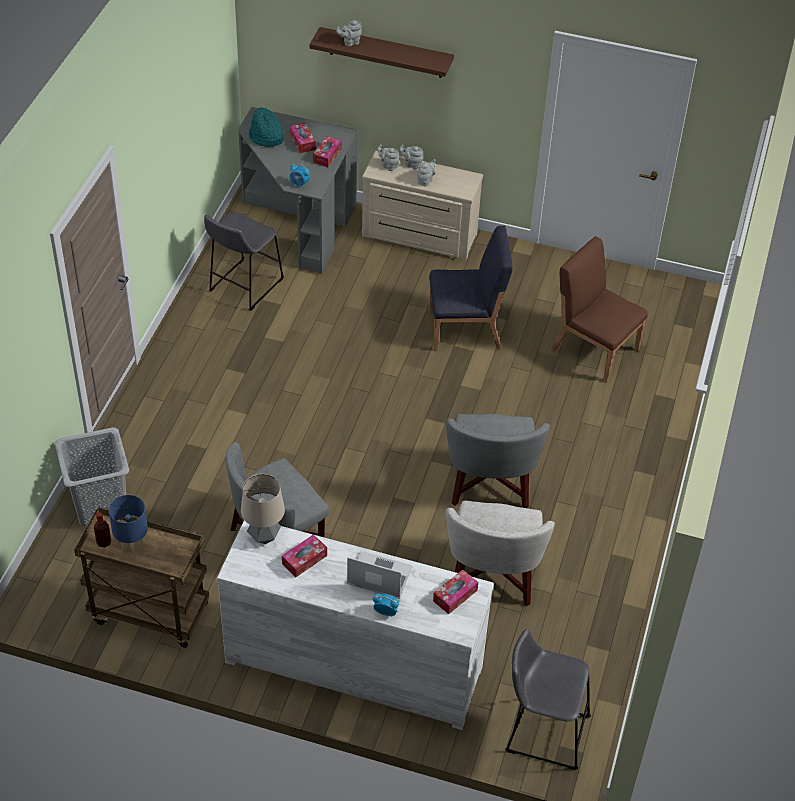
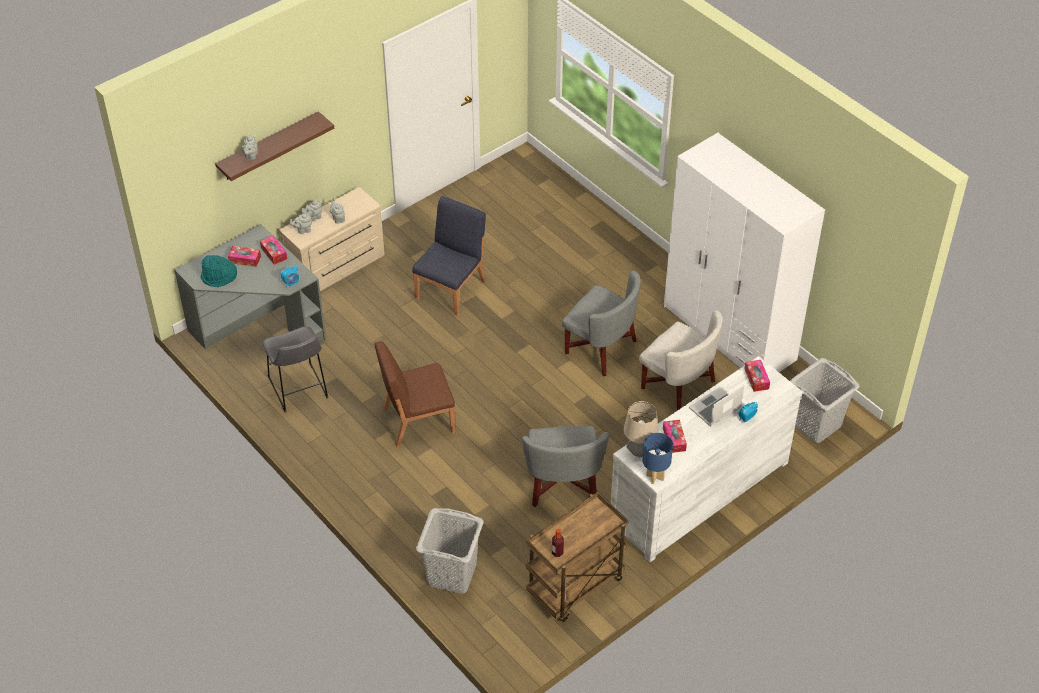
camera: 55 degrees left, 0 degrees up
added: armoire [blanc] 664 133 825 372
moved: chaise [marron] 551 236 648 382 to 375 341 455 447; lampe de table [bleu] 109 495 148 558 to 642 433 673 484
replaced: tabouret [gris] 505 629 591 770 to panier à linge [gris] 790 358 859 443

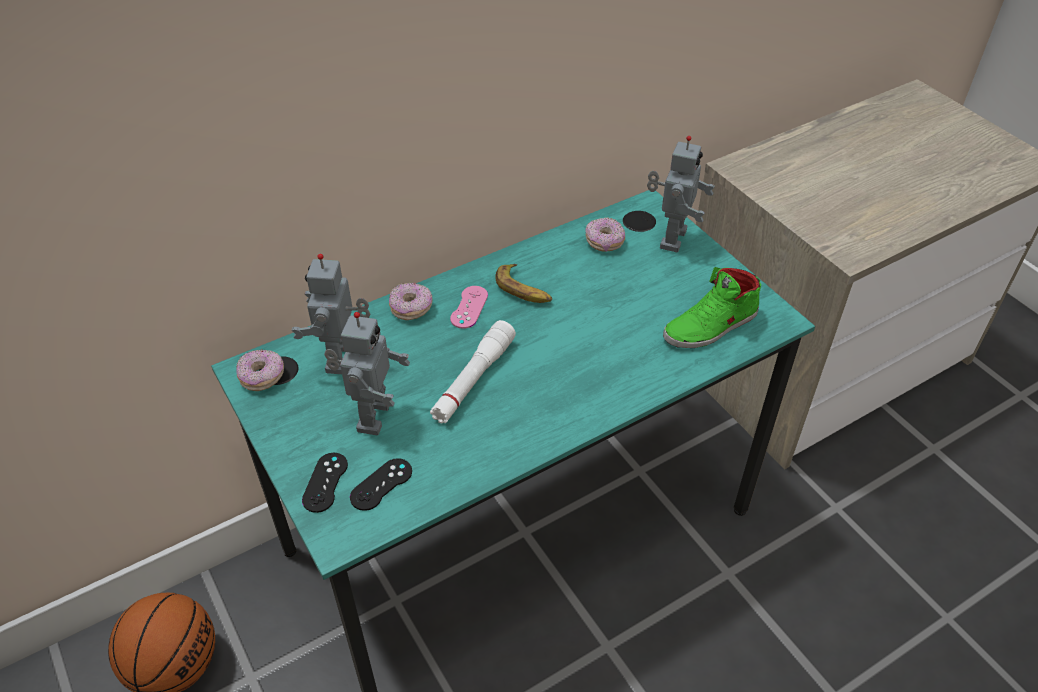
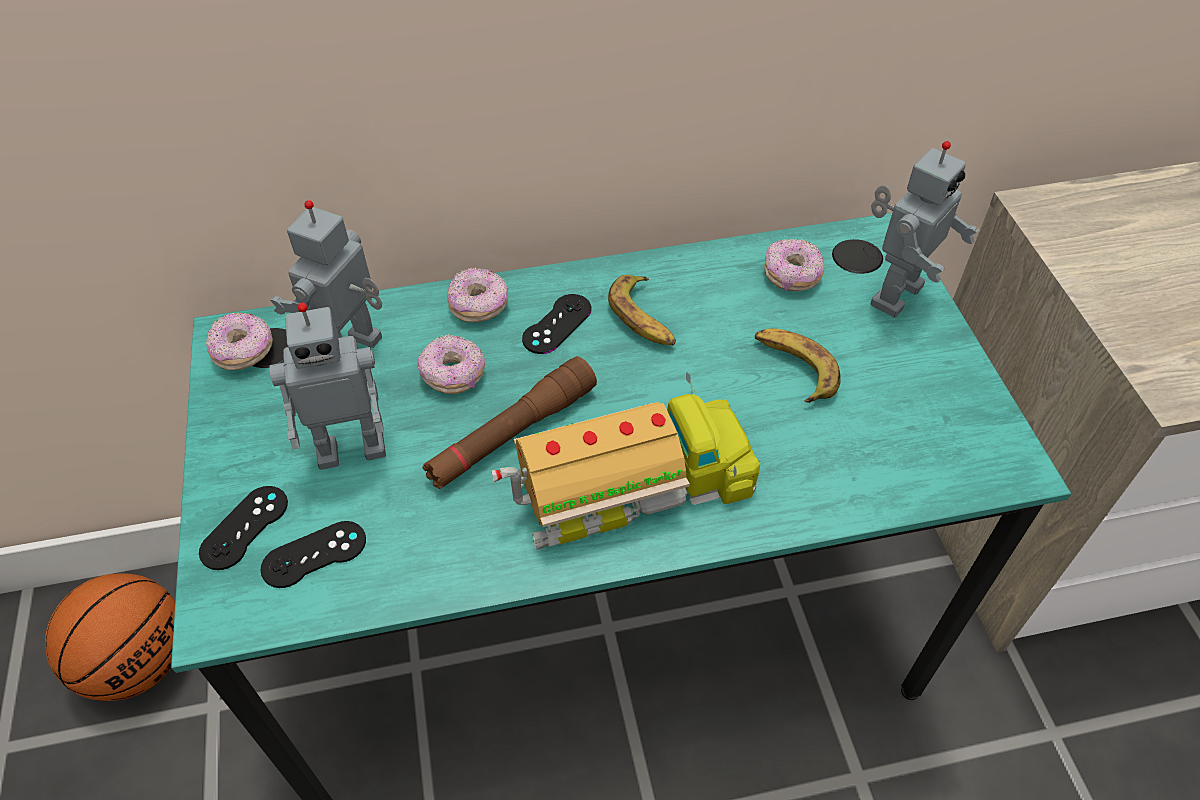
camera: 20 degrees right, 5 degrees up
removed: chaussure [vert] 663 267 761 348
added: beignet 417 334 485 394; camion jouet 491 372 760 550; banane 755 328 841 403
recoloured: lampe de poche [blanc] 430 320 516 423 to lampe de poche [marron] 422 356 597 489; manette [rose] 450 286 488 329 to manette [noir] 522 294 592 354
turned: robot jouet 324 312 410 435 = 270 303 386 470 45 degrees clockwise

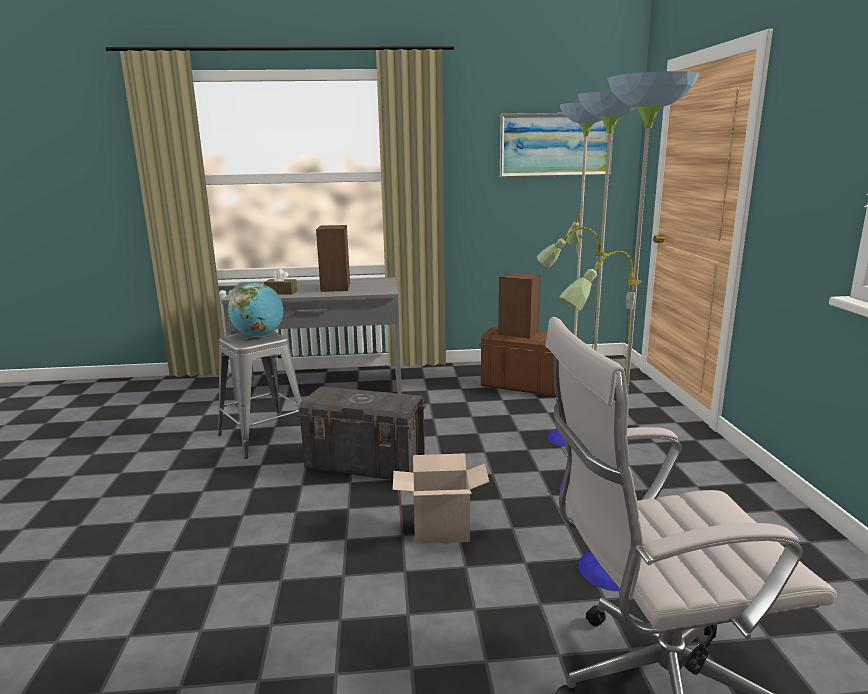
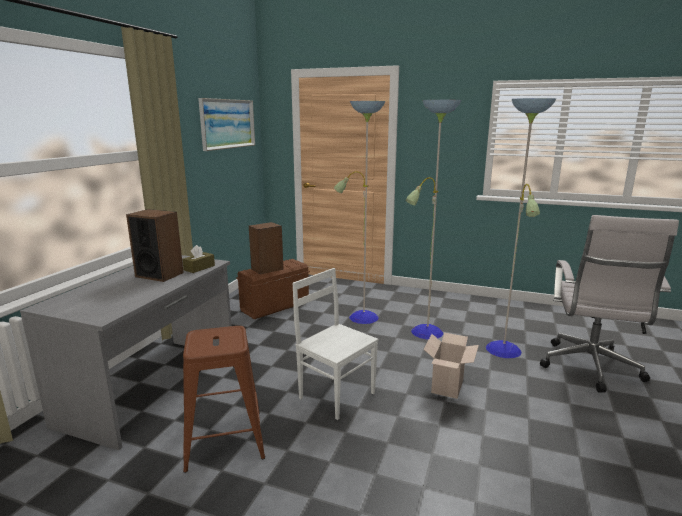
camera: 65 degrees left, 0 degrees up
removed: globe 228 283 283 337
moved: boîte à mouchoirs [marron] 264 268 297 295 to 182 245 215 273
replaced: boîte de rangement [gris] 297 386 426 480 to chaise [blanc] 292 268 379 420
recoloured: tabouret [gris] 218 331 302 459 to tabouret [marron] 183 326 265 473

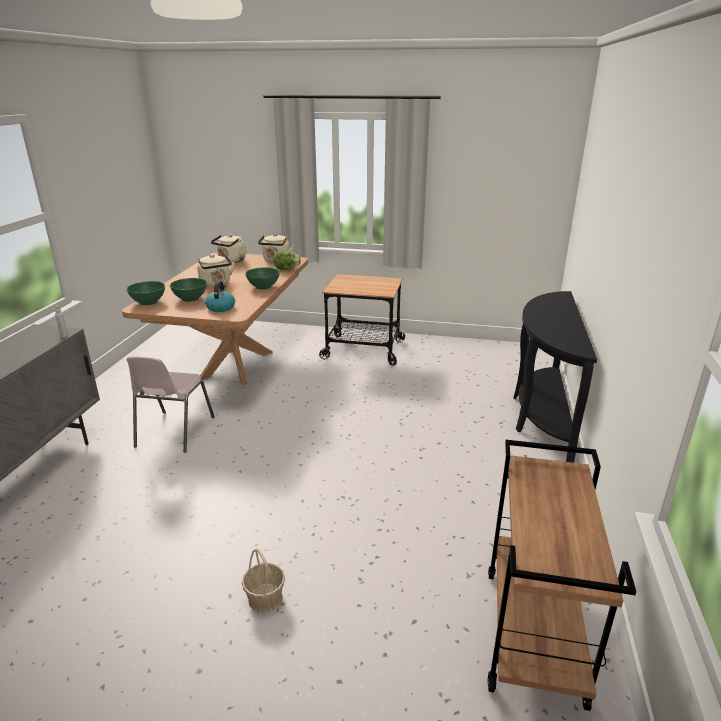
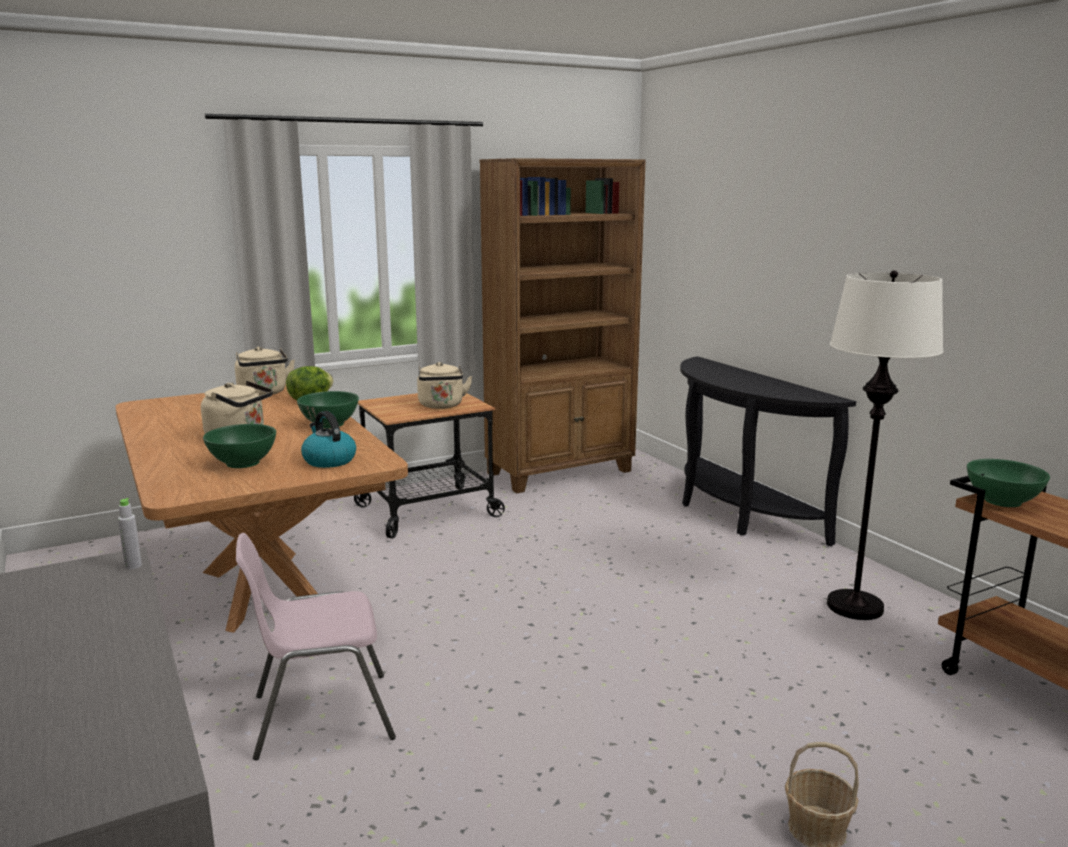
camera: 40 degrees left, 10 degrees down
added: bibliothèque [marron] 479 158 646 493; lampadaire [blanc] 827 270 944 620
moved: bouilloire [beige] 211 235 246 263 to 417 362 473 409; bol [vert] 126 281 165 305 to 967 459 1050 507
turned: chaise [rose] 127 356 215 453 = 236 533 396 760 105 degrees clockwise

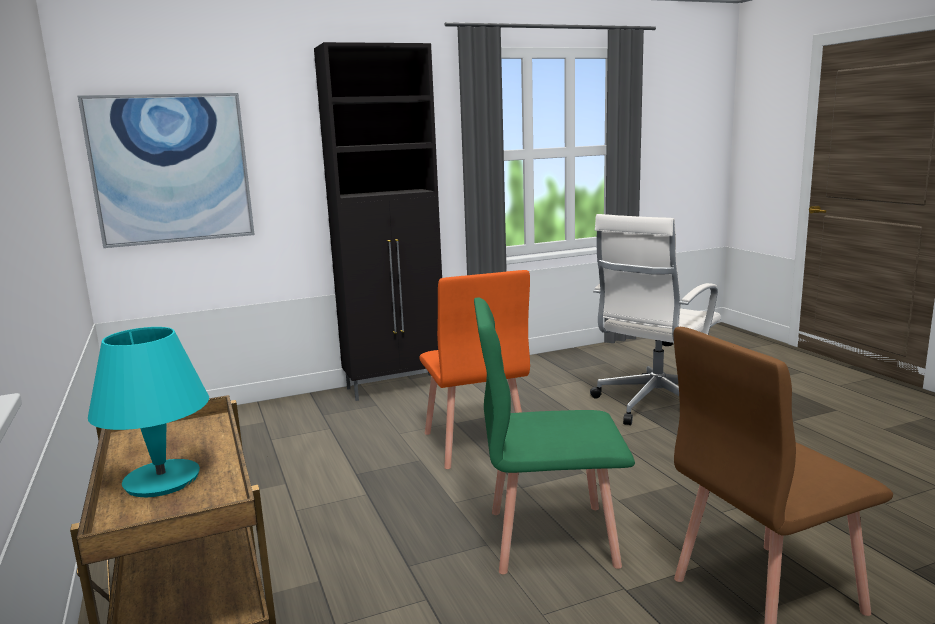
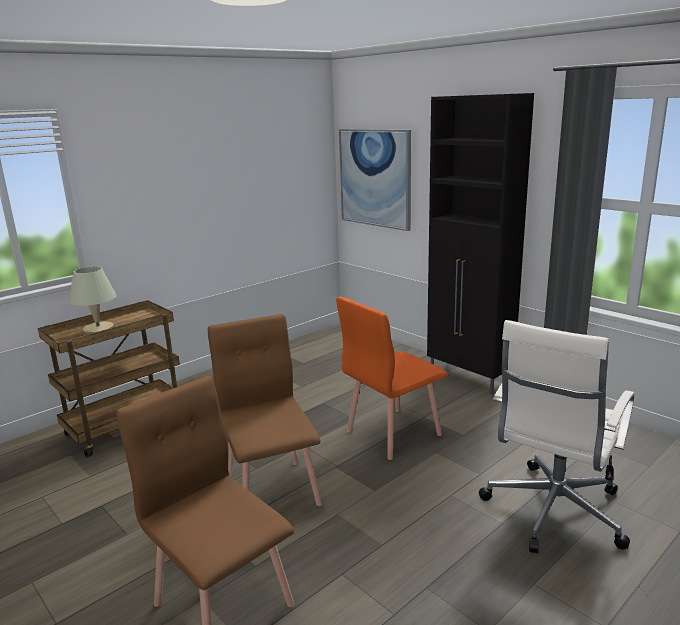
camera: 70 degrees right, 5 degrees up
recoloured: lampe de table [turquoise] 88 327 209 497 to lampe de table [beige] 69 266 117 334; chaise [vert] 474 298 635 574 to chaise [marron] 208 314 322 506
turned: chaise de bureau [blanc] 590 214 721 425 = 479 320 635 553 75 degrees counterclockwise

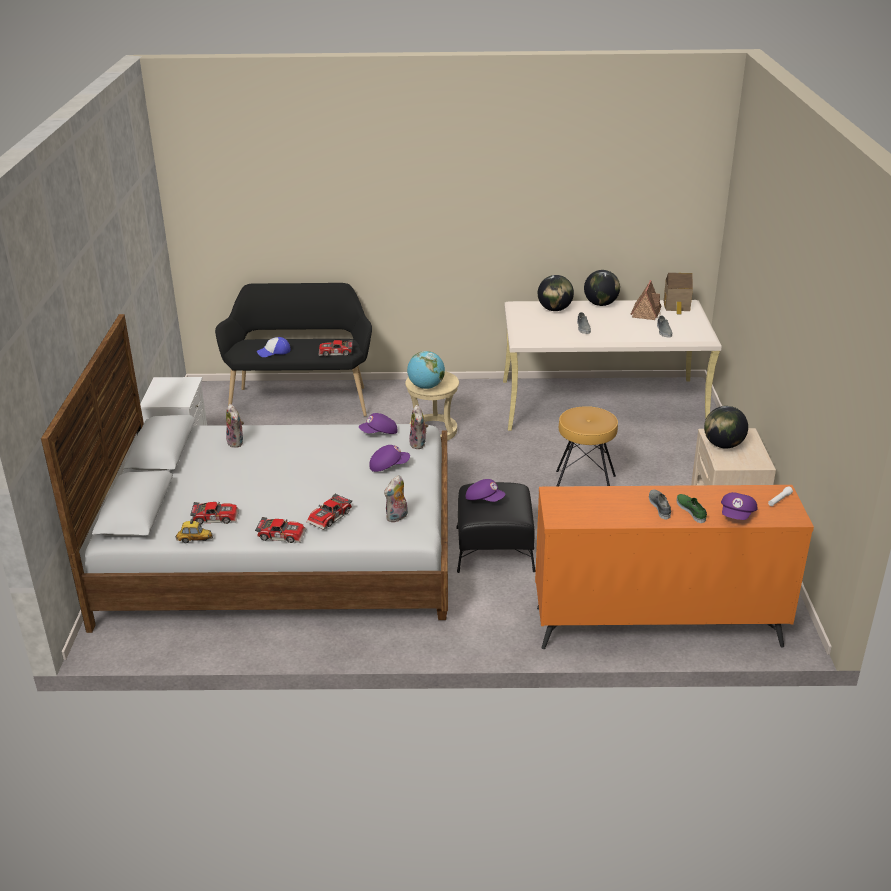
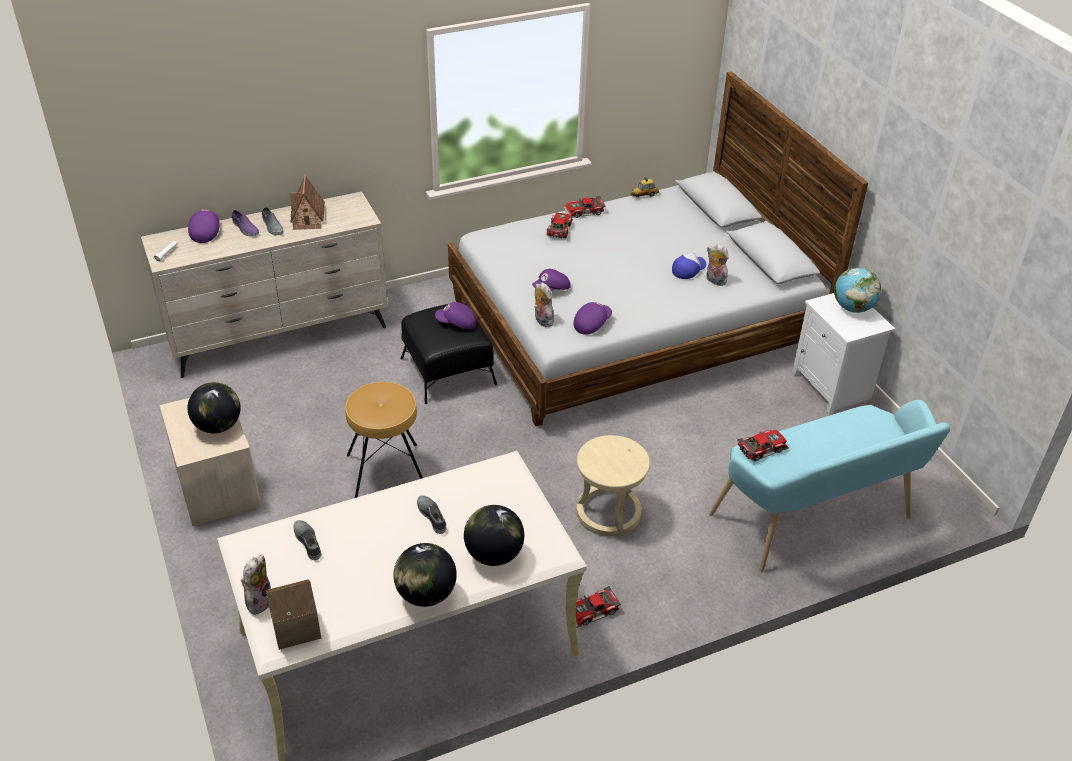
camera: 155 degrees right, 10 degrees up
moved: peluche 384 475 408 522 to 241 554 271 615; maison miniature 630 280 661 320 to 290 174 325 230; petite voiture 190 502 239 524 to 565 586 621 628; casquette 256 337 290 357 to 672 254 706 279; globe 407 351 445 389 to 834 267 881 313
recoloured: commode [orange] 535 485 814 649 to commode [beige] 141 191 388 378; chaussure [vert] 676 494 707 523 to chaussure [violet] 232 210 259 237; banc [noir] 215 283 372 417 to banc [turquoise] 709 400 950 571

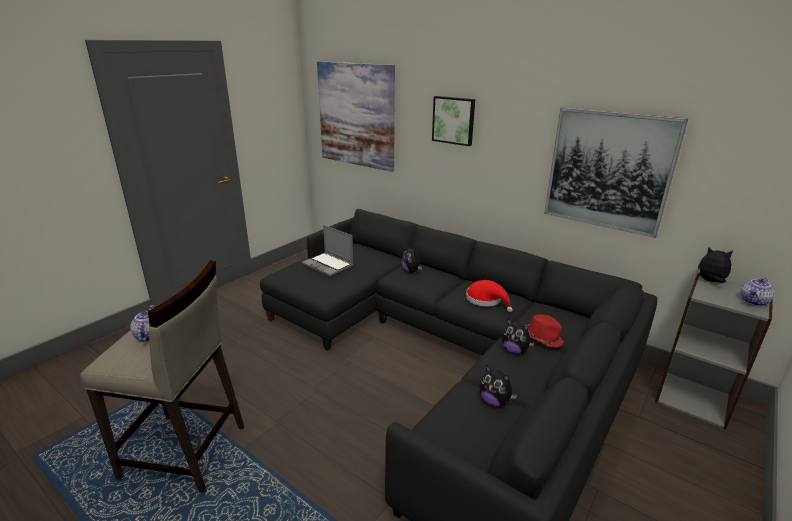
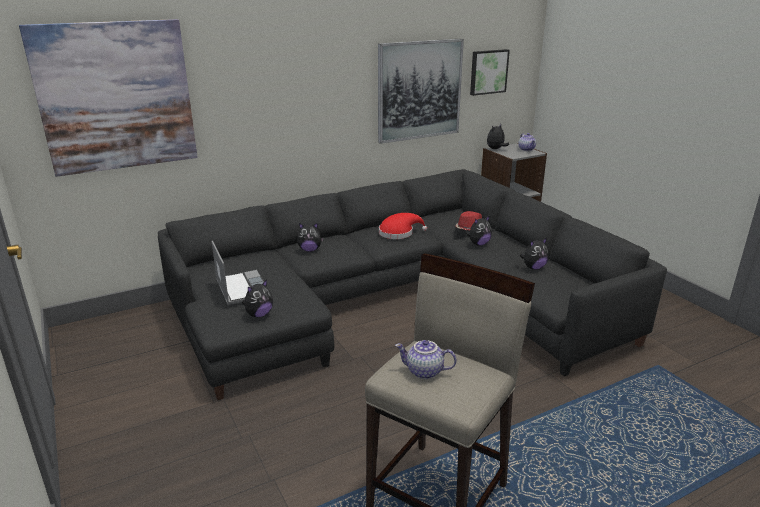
camera: 65 degrees left, 0 degrees up
added: peluche 242 280 273 317
moved: tableau 432 96 475 146 to 470 49 510 96
turned: ordinateur portable 302 225 353 277 = 212 241 264 305 90 degrees counterclockwise

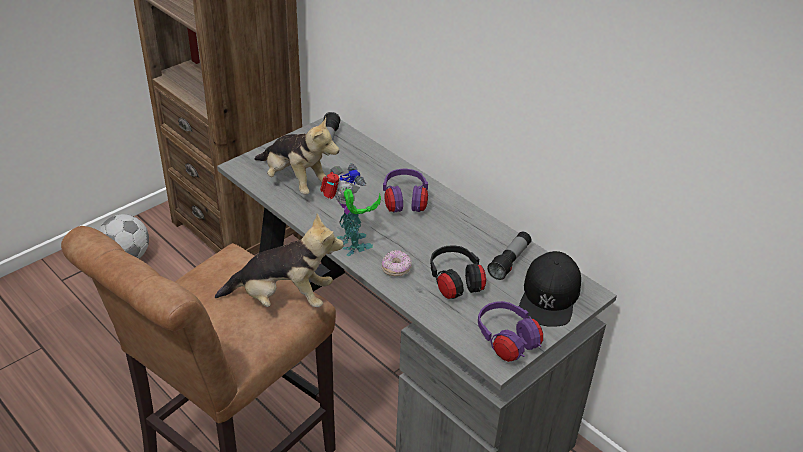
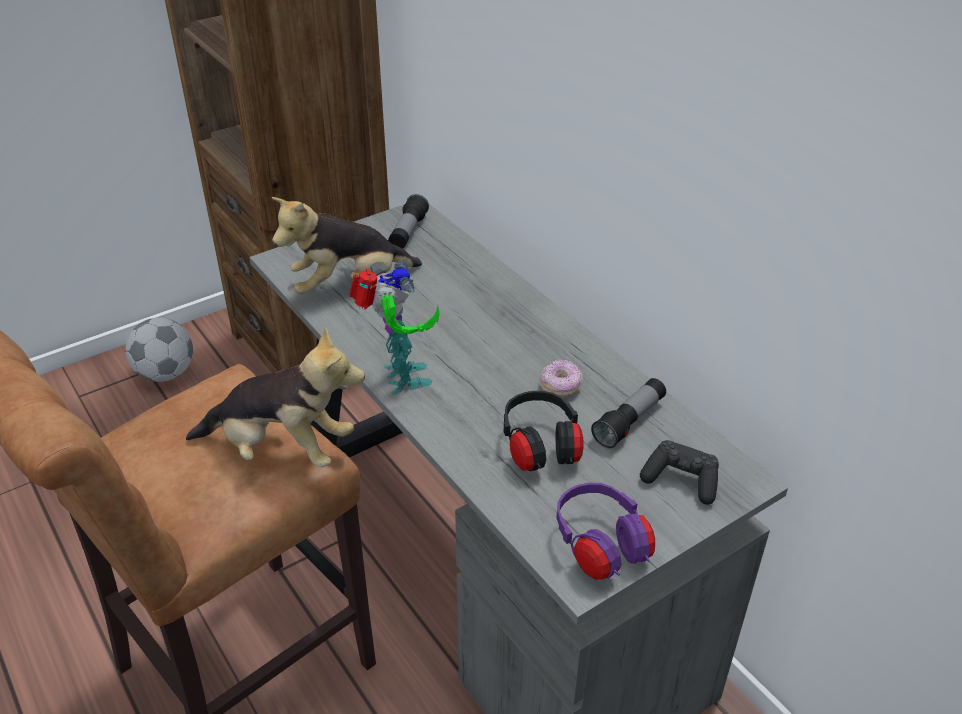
camera: 10 degrees right, 0 degrees up
removed: casque audio [violet] 383 169 428 212
moved: beignet 381 250 412 276 to 540 359 583 396
replaced: casquette [noir] 519 251 581 327 to manette [noir] 640 440 719 505
turned: peluche 254 117 339 194 = 272 197 422 294 105 degrees clockwise

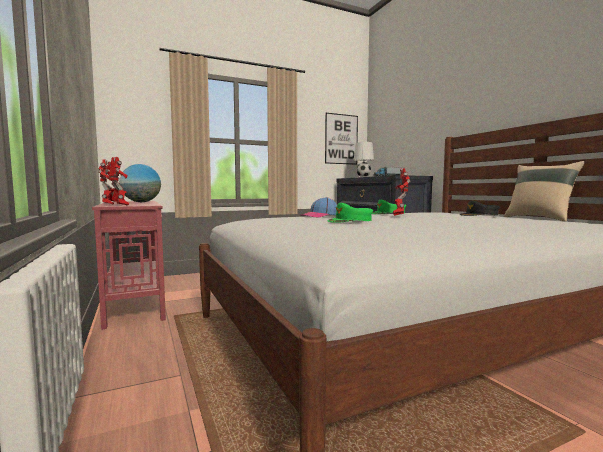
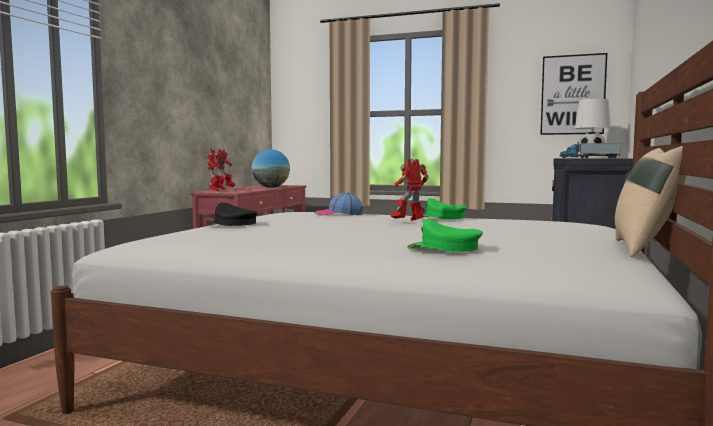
camera: 45 degrees right, 0 degrees up
moved: casquette [noir] 460 200 500 216 to 208 202 258 226; casquette [vert] 328 203 373 223 to 407 219 483 252

